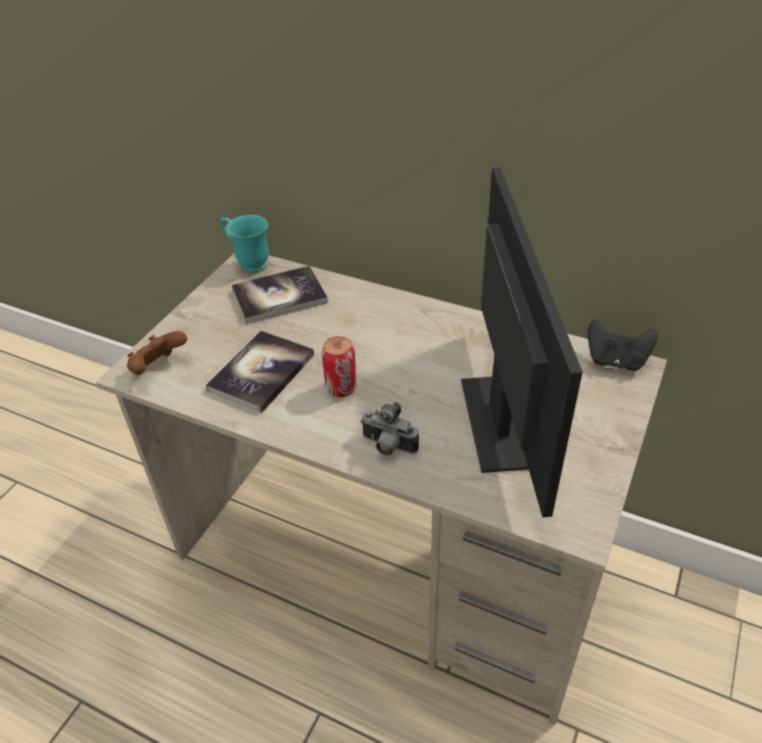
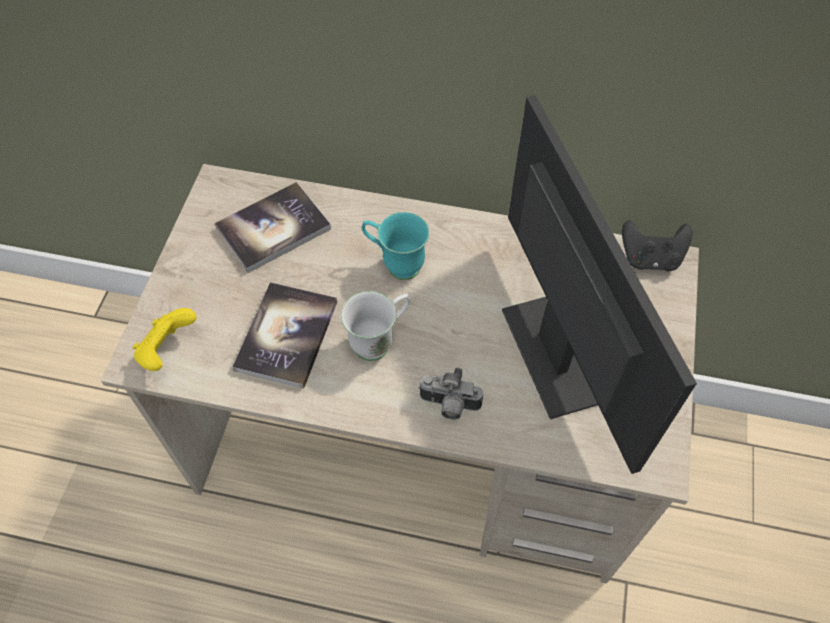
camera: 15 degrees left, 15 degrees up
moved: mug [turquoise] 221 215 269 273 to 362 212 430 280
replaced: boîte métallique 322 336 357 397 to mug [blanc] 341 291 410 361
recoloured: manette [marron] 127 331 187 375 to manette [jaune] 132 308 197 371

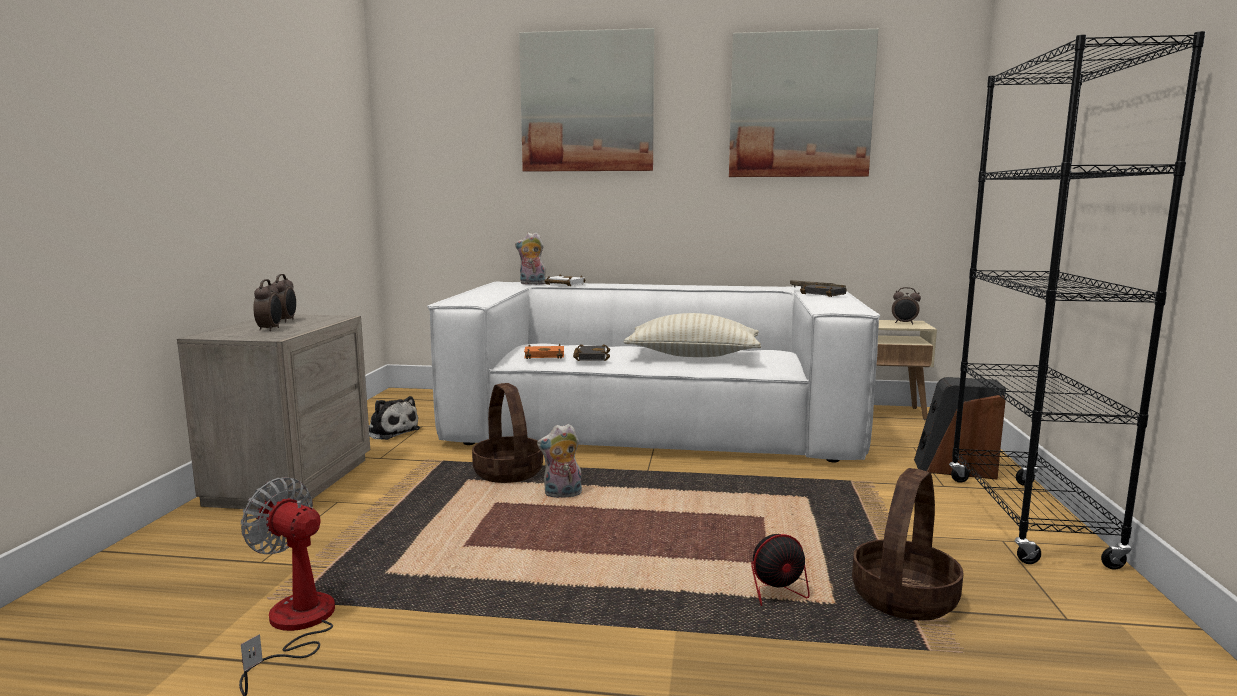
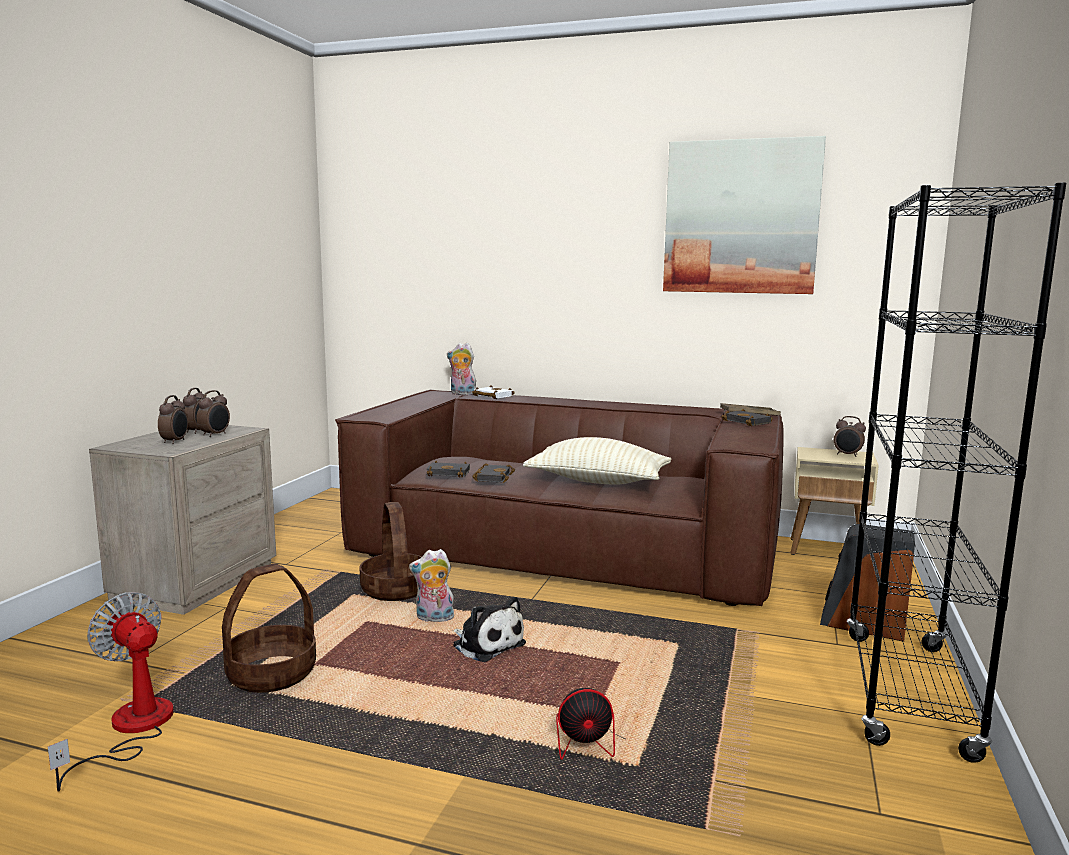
camera: 10 degrees right, 0 degrees up
removed: tableau 519 28 654 172
added: réveil 196 390 230 437
moved: panier 852 468 964 620 to 222 564 316 693; peluche 369 396 420 440 to 452 597 526 662
recoloured: canapé [blanc] 427 281 880 462 to canapé [marron] 335 389 784 606; livre [orange] 524 344 564 359 to livre [noir] 426 461 470 477

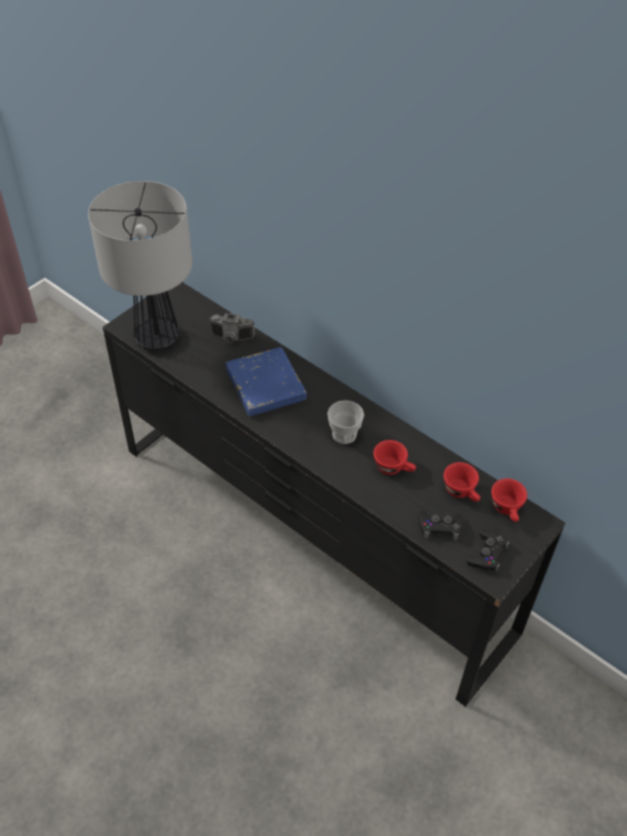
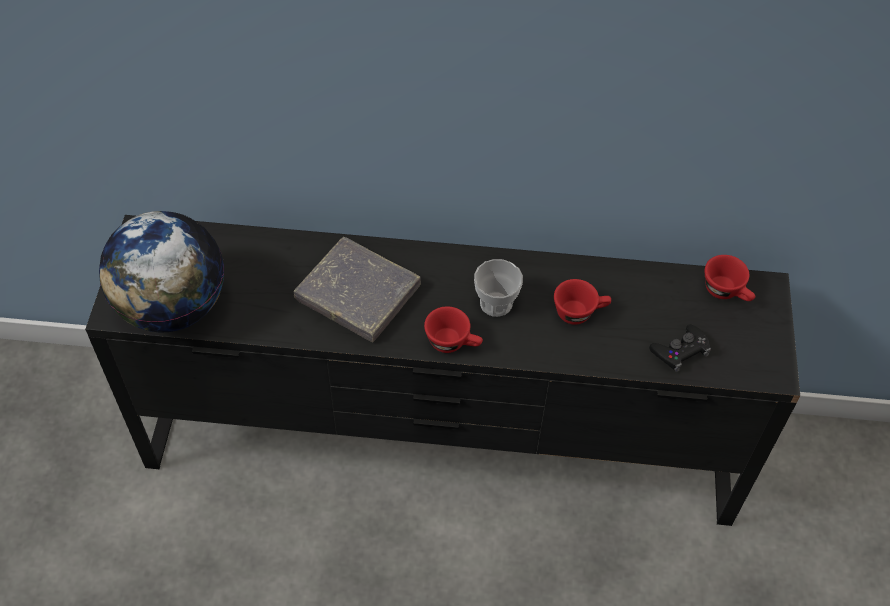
camera: 35 degrees left, 5 degrees up
removed: appareil photo 209 313 255 343; manette [noir] 467 530 510 571
moved: tasse [rouge] 444 462 481 502 to 424 307 483 353
replaced: lampe de table 88 181 192 350 to globe 99 211 224 333
recoloured: livre [bleu] 226 347 307 416 to livre [gris] 294 237 421 342

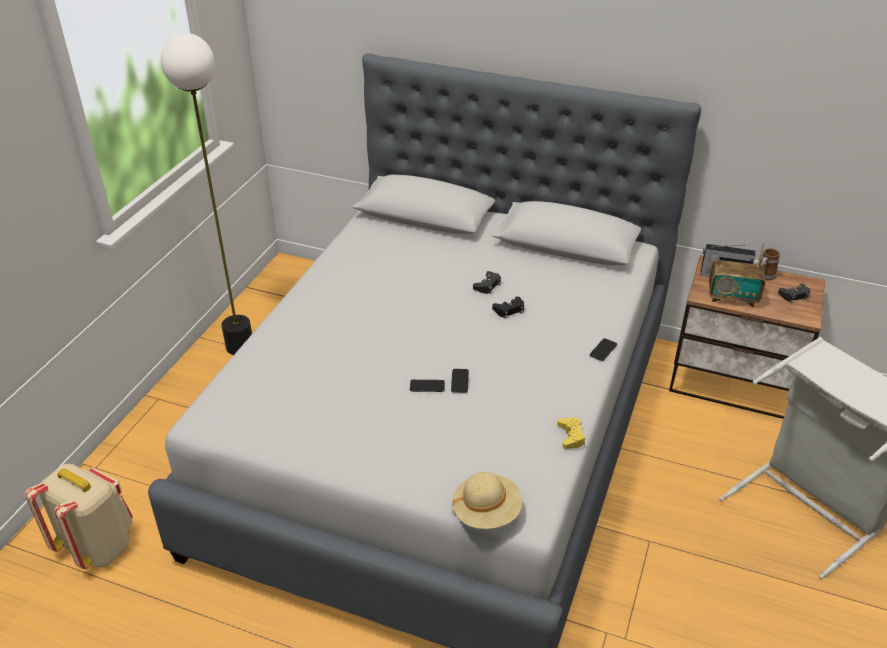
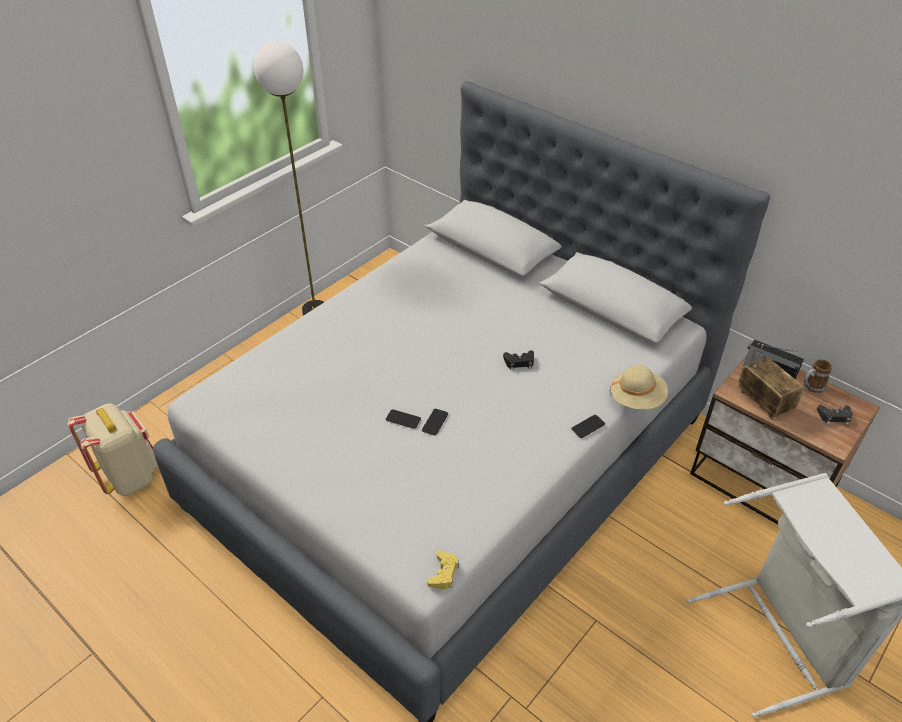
camera: 20 degrees right, 5 degrees up
removed: manette [noir] 473 271 501 294
moved: manette [jaune] 557 417 585 449 to 427 550 459 589; chapeau [beige] 452 472 522 529 to 609 365 668 409
turned: radio 709 243 765 307 = 738 344 804 419 150 degrees counterclockwise

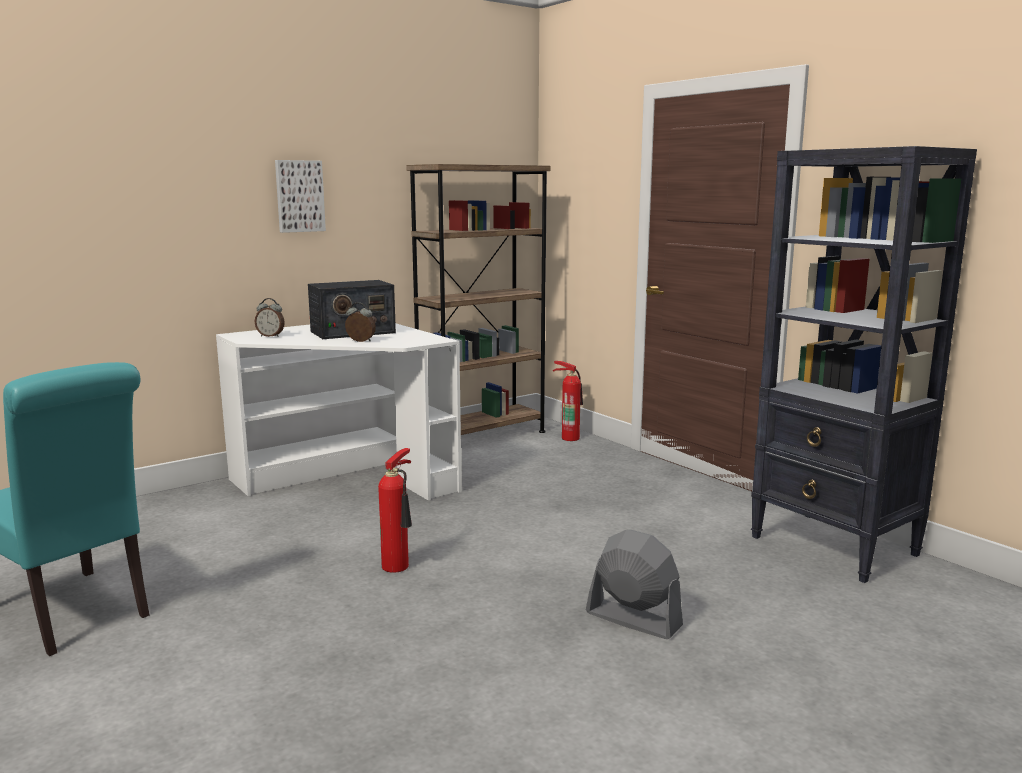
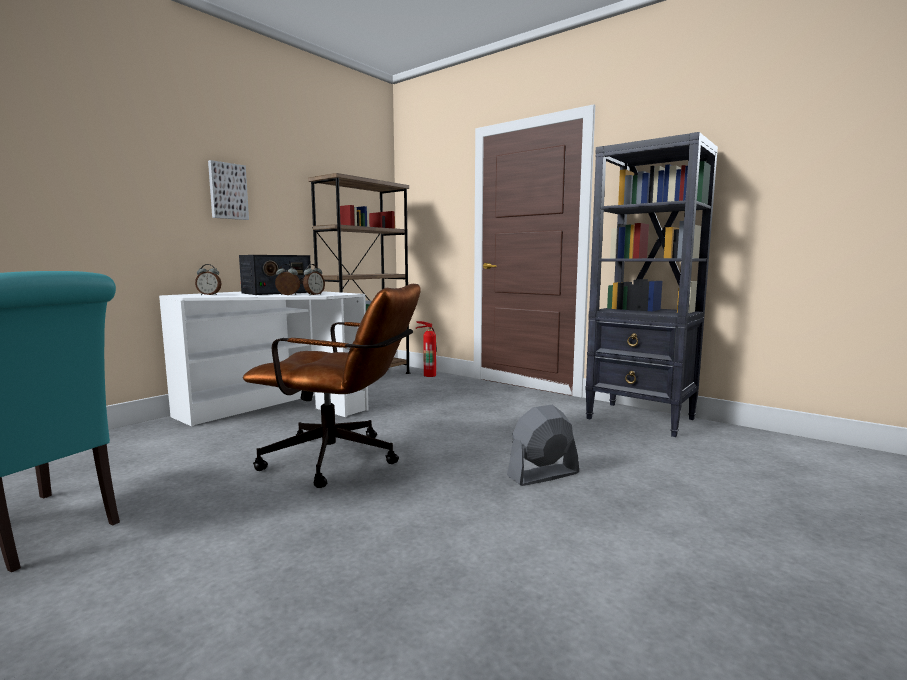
camera: 15 degrees left, 5 degrees down
added: réveil 303 264 325 295
replaced: extincteur 378 448 412 573 to chaise de bureau [marron] 243 284 421 488
turned: ventilateur [gris] 586 530 683 639 = 507 405 579 486 45 degrees counterclockwise

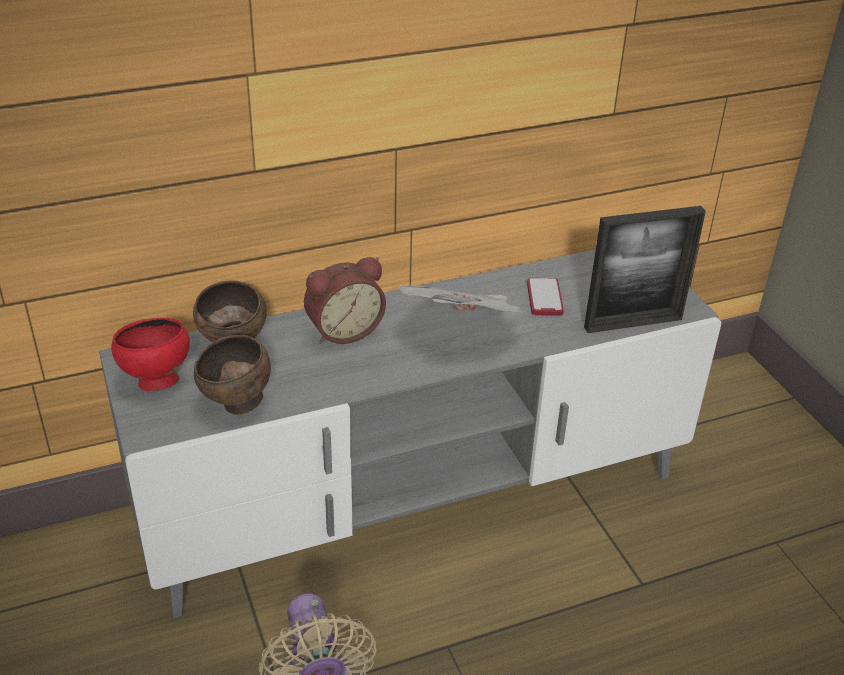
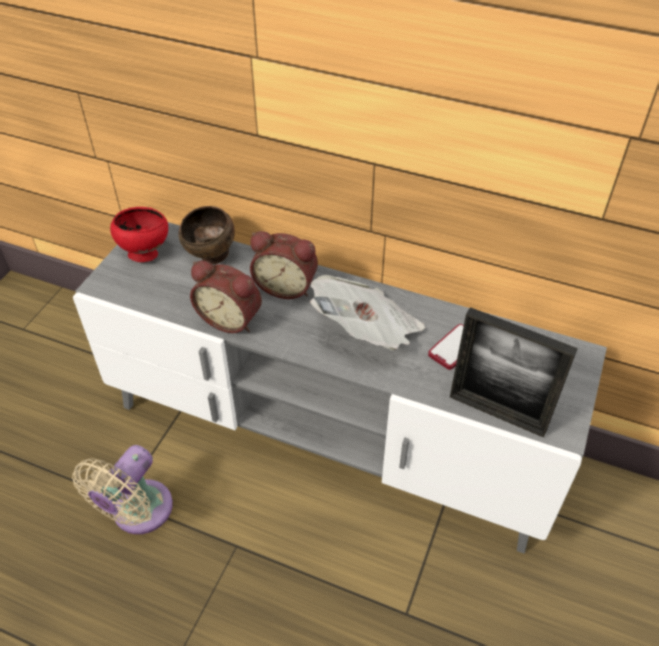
camera: 45 degrees right, 10 degrees up
removed: bol [marron] 194 335 271 415
added: réveil 190 261 262 333

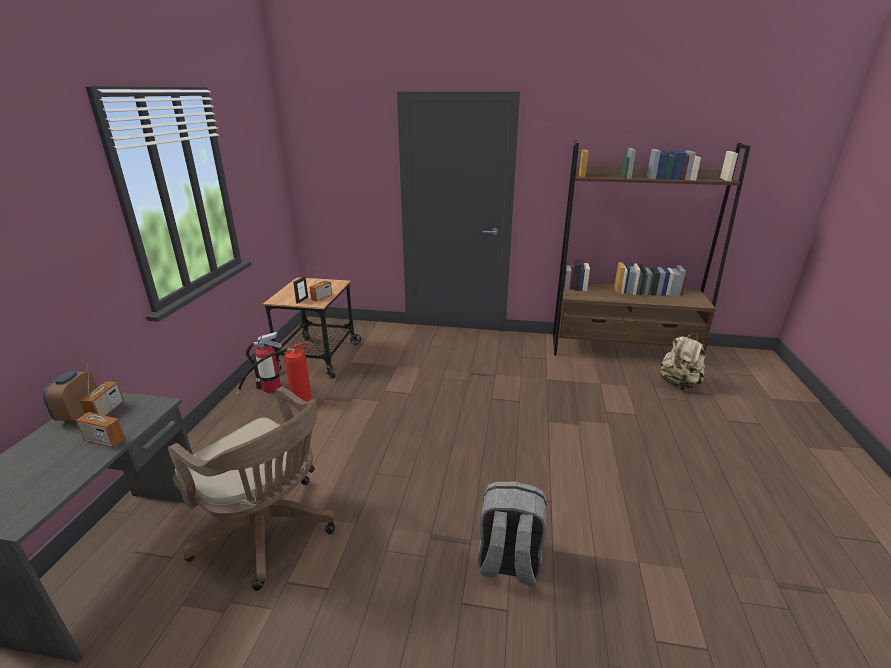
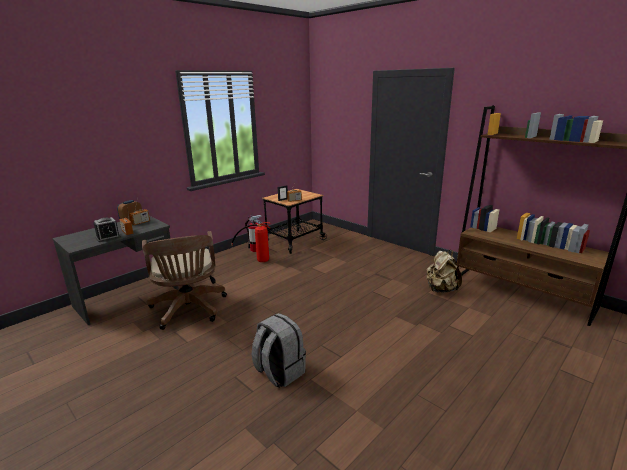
camera: 35 degrees right, 5 degrees down
added: réveil 93 217 121 242
moved: sac à dos [beige] 659 333 706 390 to 427 250 462 293

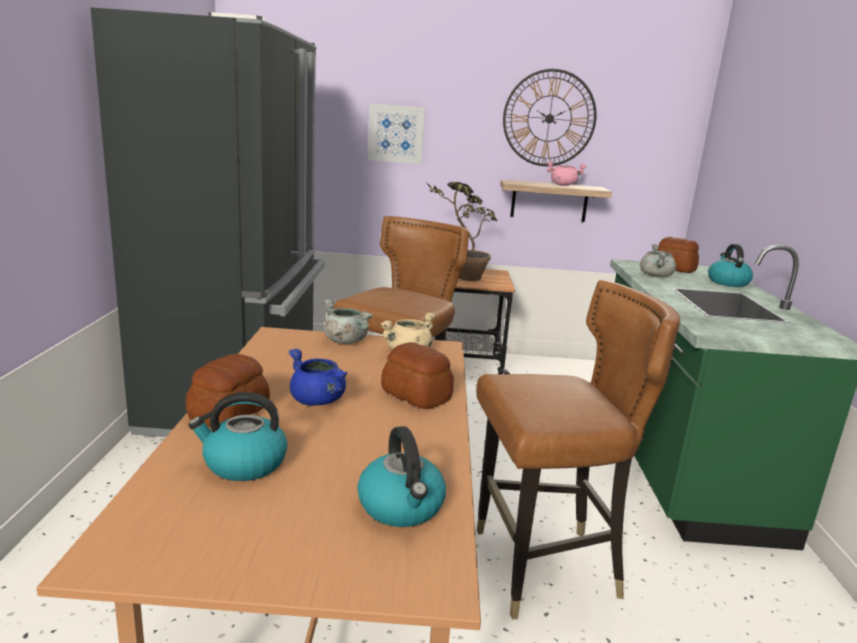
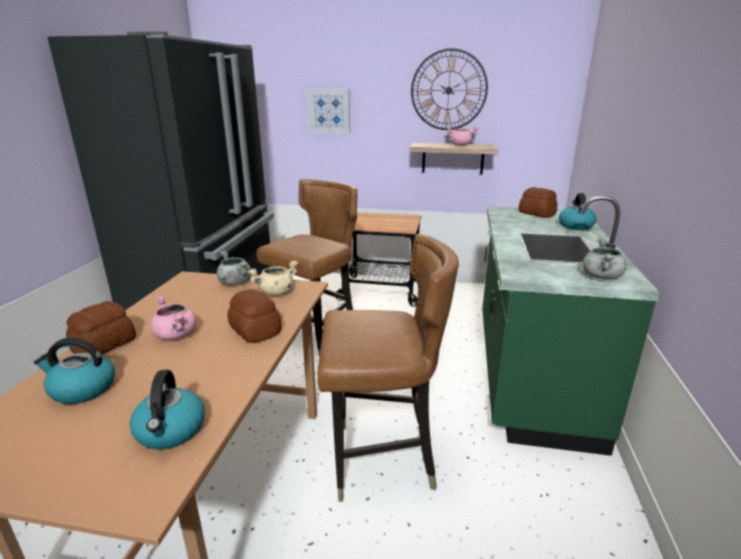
camera: 10 degrees right, 5 degrees up
removed: plante en pot 425 181 498 281
moved: marmite [gris] 640 244 676 277 to 582 238 626 279
recoloured: marmite [bleu] 288 348 348 406 to marmite [rose] 151 296 197 340

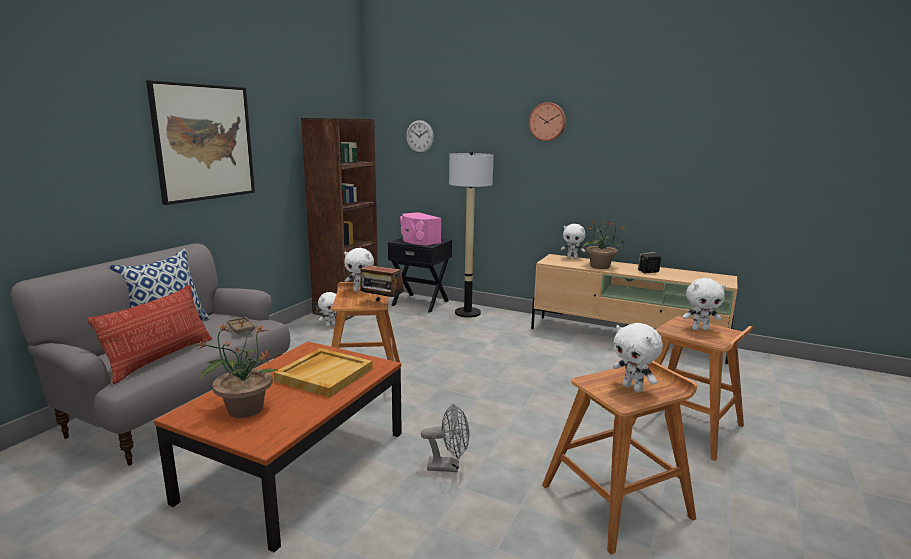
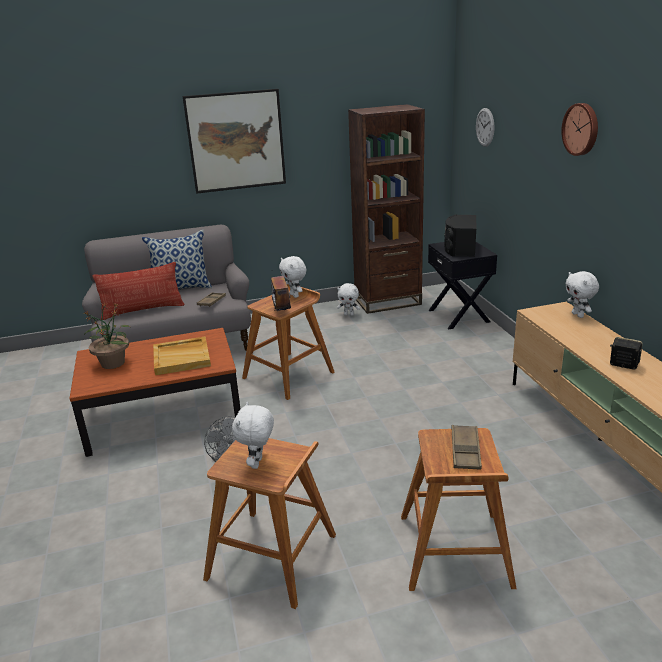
camera: 50 degrees right, 10 degrees up
removed: lampadaire 449 151 494 318; plante en pot 583 220 626 269
replaced: peluche [blanc] 682 278 726 330 to plateau [marron] 452 425 482 470
recoloured: enceinte [rose] 400 212 441 245 to enceinte [noir] 444 215 476 257

